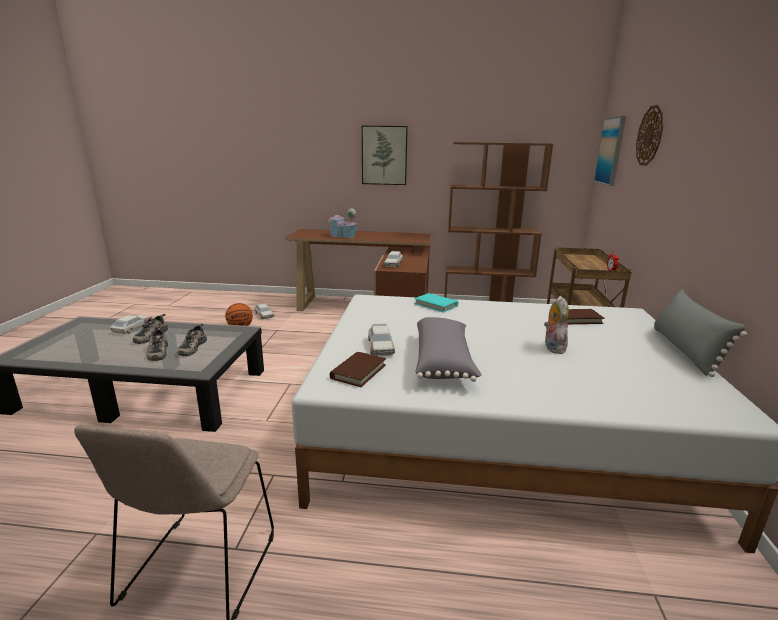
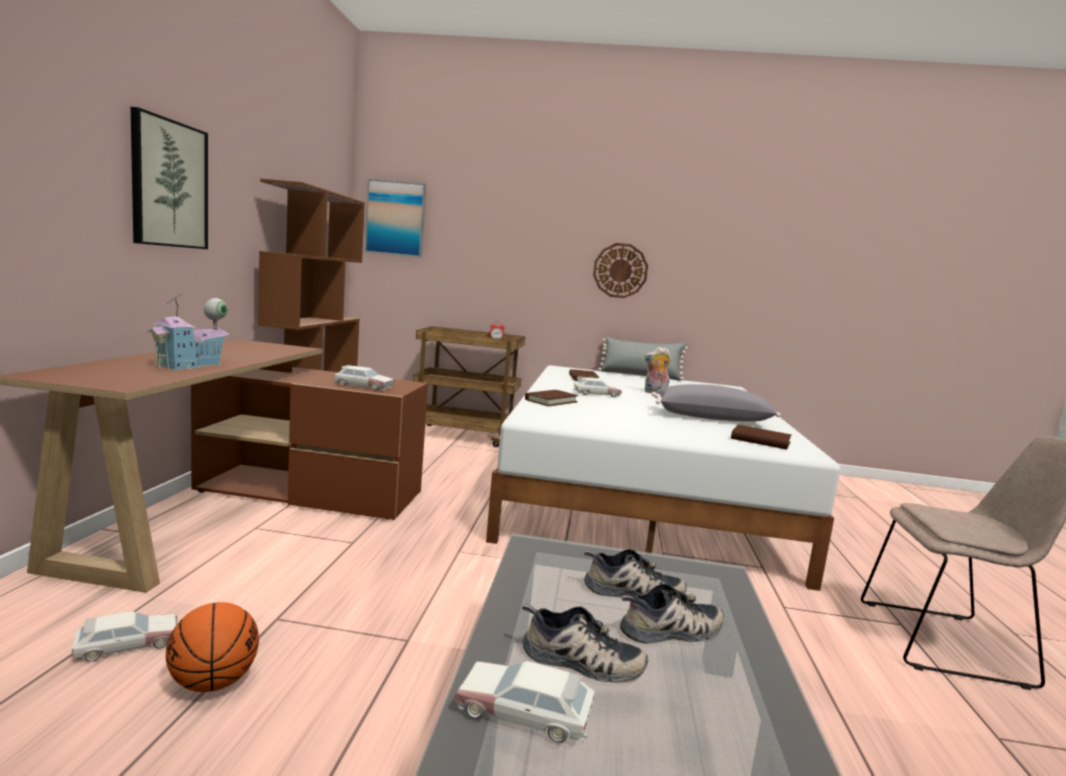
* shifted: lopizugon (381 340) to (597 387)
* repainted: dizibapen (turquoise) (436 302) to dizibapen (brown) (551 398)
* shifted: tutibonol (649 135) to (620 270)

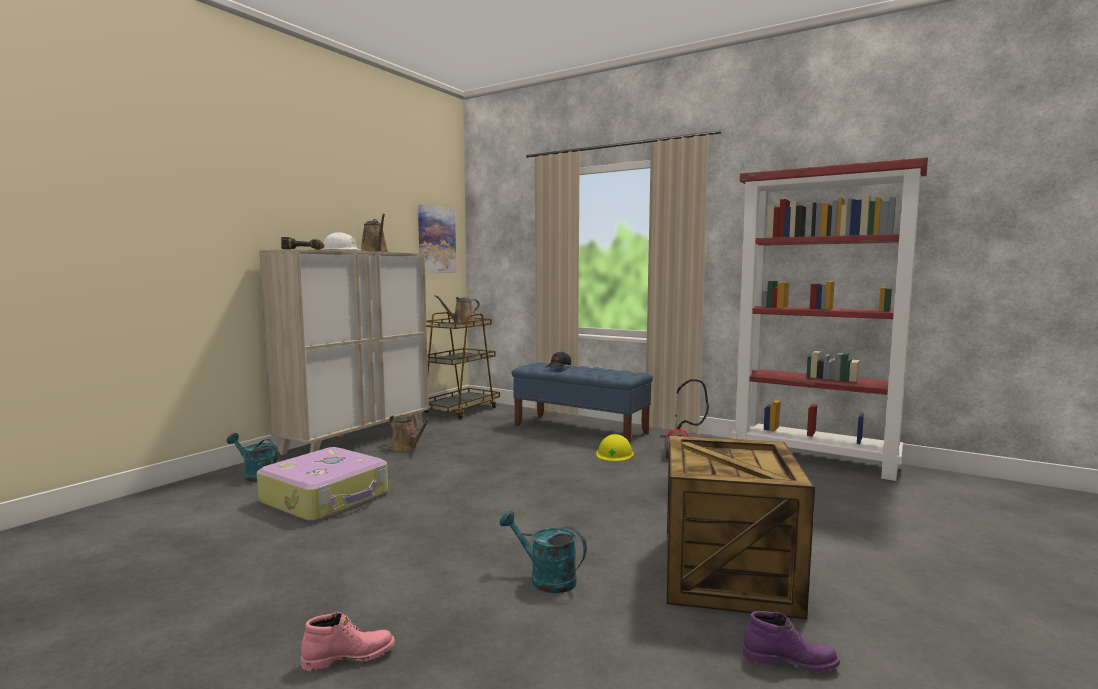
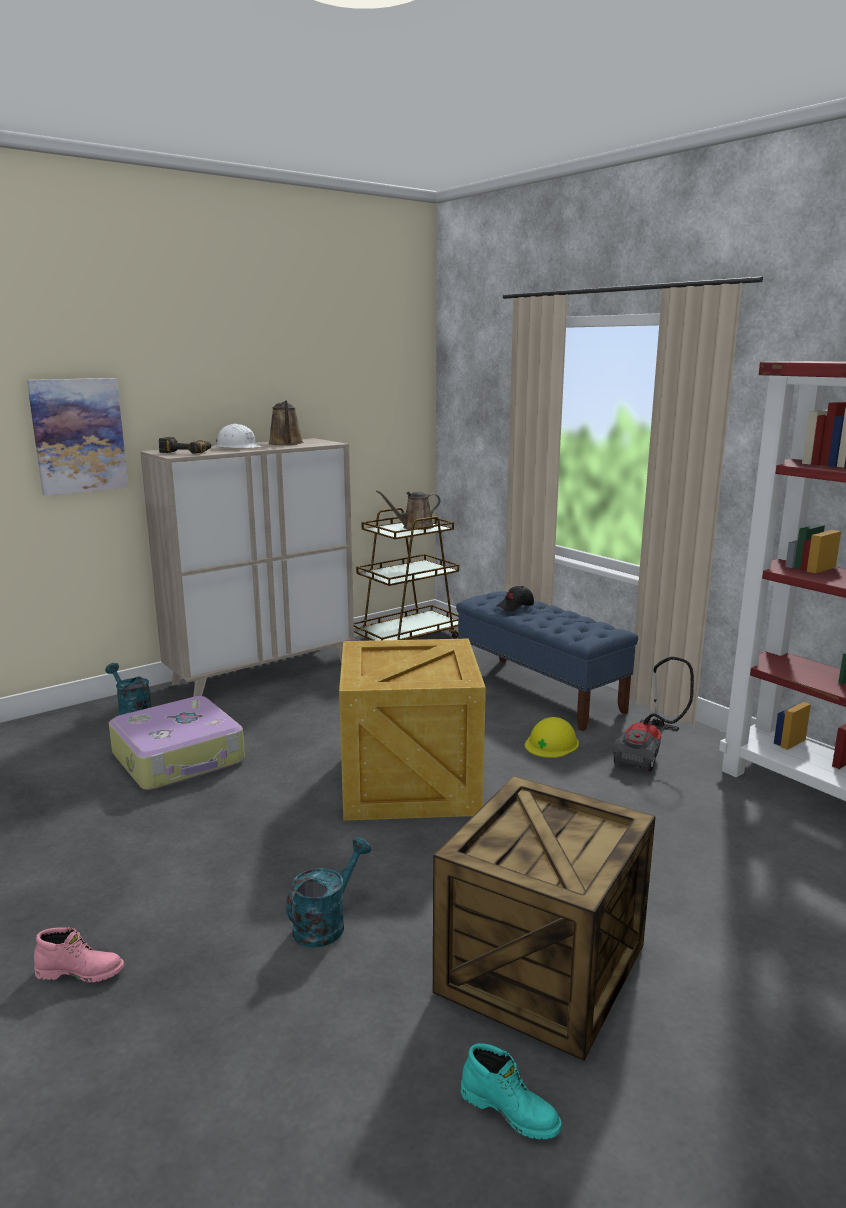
* gone: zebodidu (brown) (410 433)
* shifted: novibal (437 238) to (77 437)
* rotated: zebodidu (turquoise) (543 551) = (328 892) 75 degrees clockwise
* repainted: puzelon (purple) (791 641) to puzelon (turquoise) (511 1091)
* new: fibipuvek (412 730)

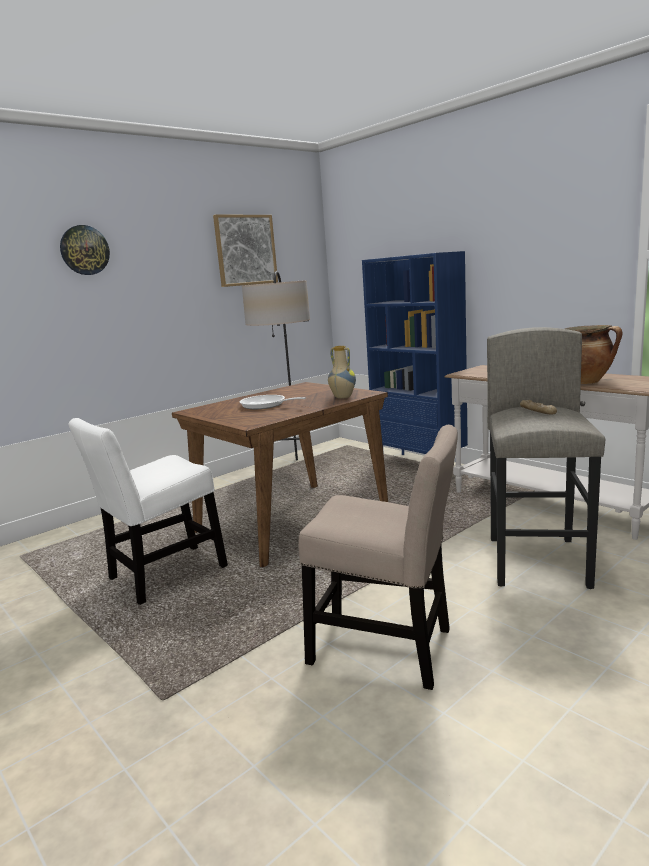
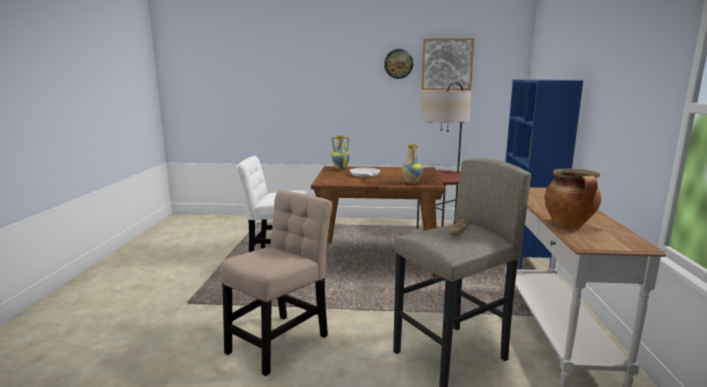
* shifted: tutibonol (85 250) to (398 64)
* rotated: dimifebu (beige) (378 557) = (276 283) 120 degrees counterclockwise
* new: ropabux (341 152)

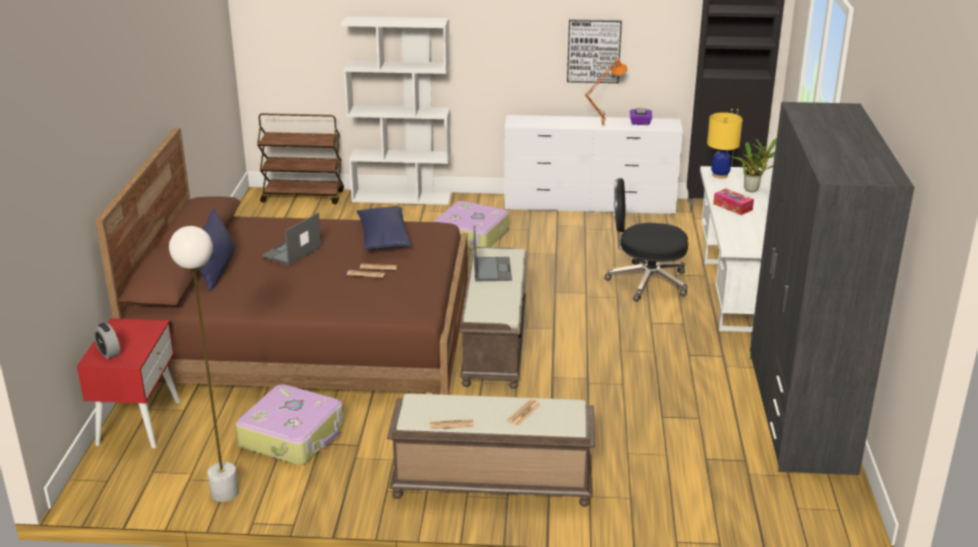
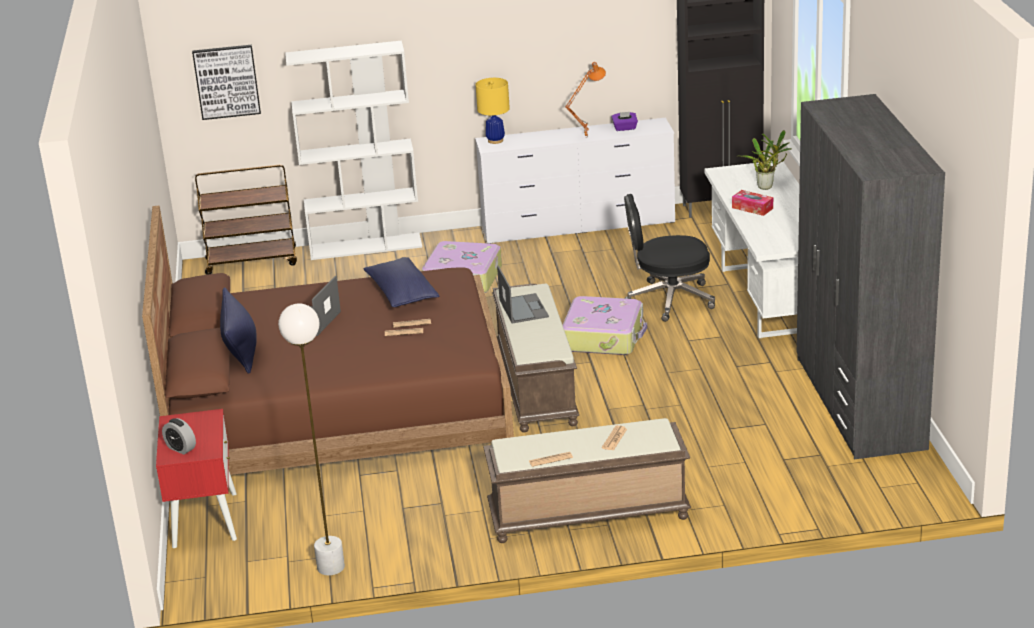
* shifted: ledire (289 424) to (605 325)
* shifted: novibal (594 51) to (226 82)
* shifted: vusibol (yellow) (725 145) to (493 111)

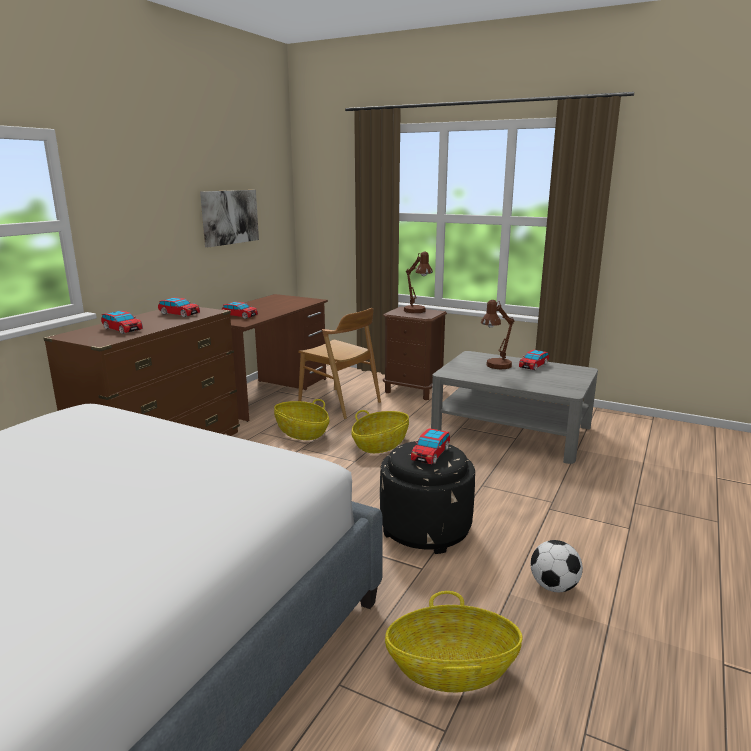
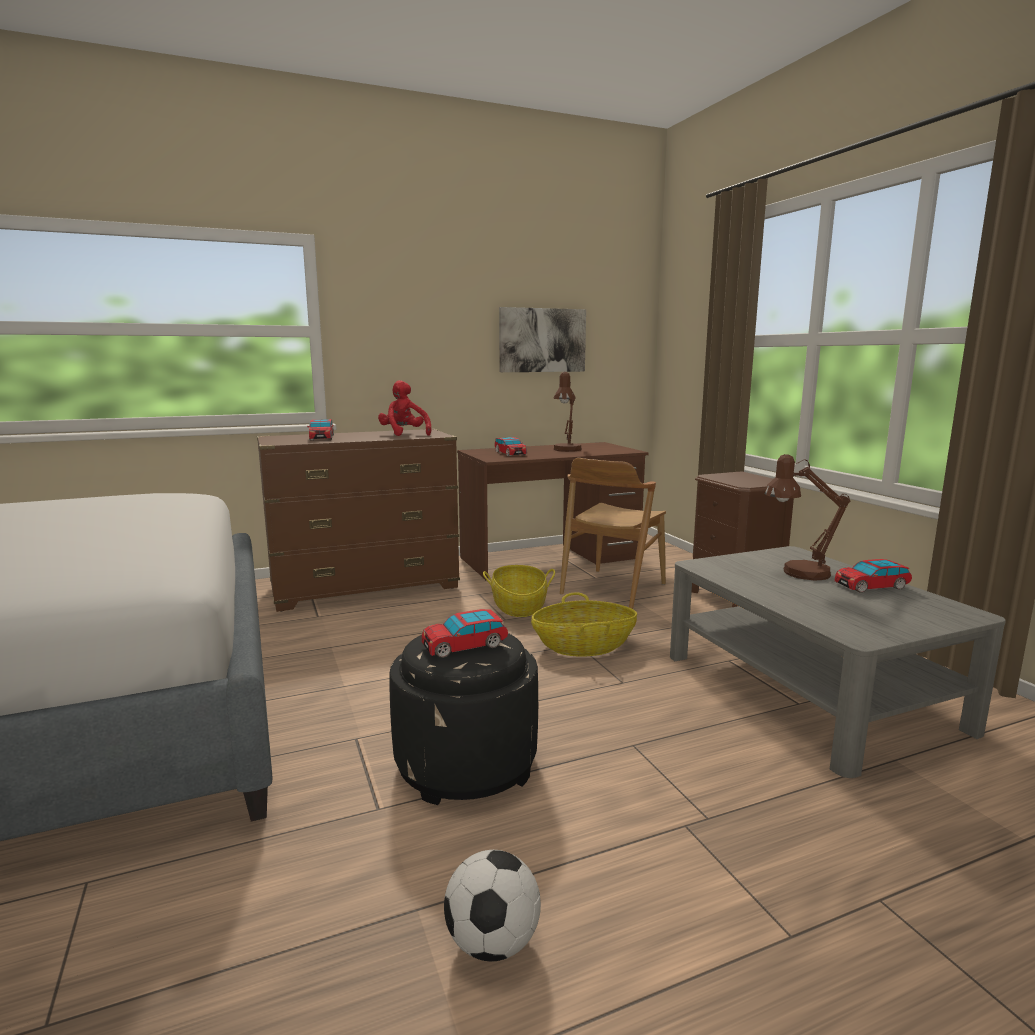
* swapped: lopizugon (179 307) to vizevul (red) (404 408)
* rotated: dimifebu (brown) (339 363) = (613 533) 45 degrees clockwise
* gone: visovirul (454 641)
* shifted: vusibol (brown) (418 282) to (567 412)

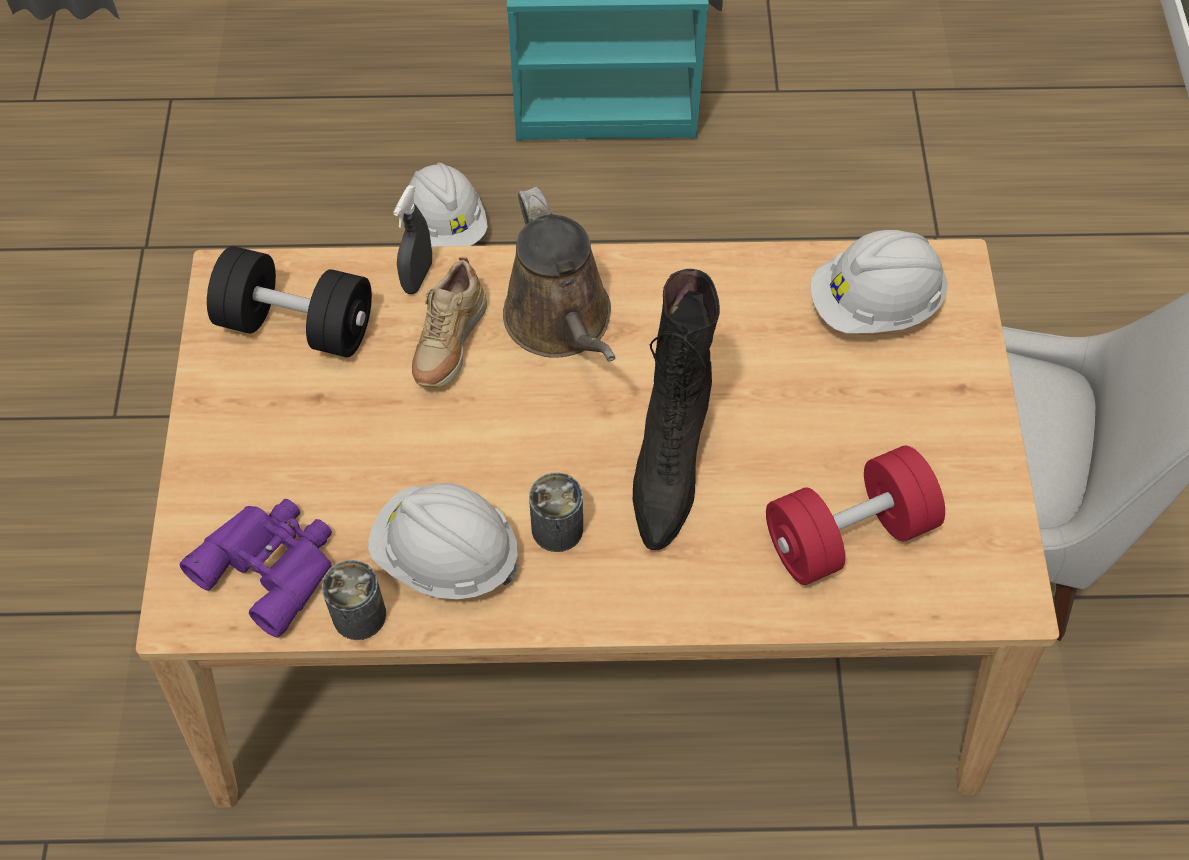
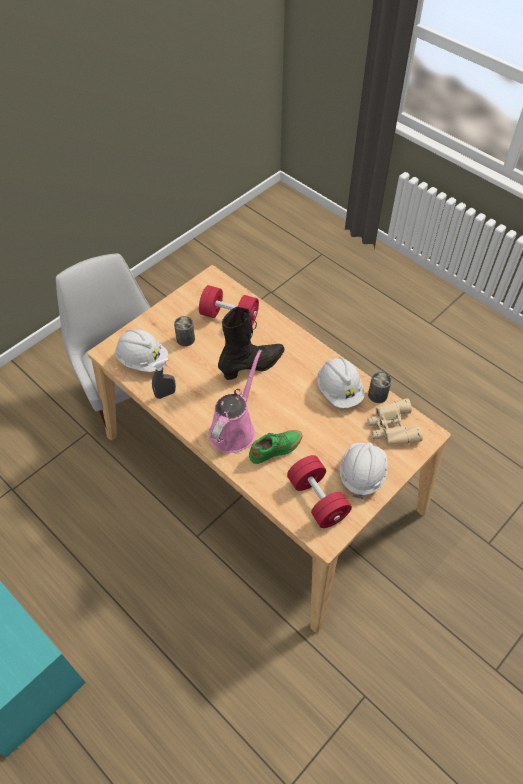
* repainted: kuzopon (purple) (256 568) to kuzopon (beige) (395 421)
* repainted: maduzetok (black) (289 301) to maduzetok (red) (319 491)
* shifted: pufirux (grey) (412 239) to (164 378)
* shifted: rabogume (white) (448 204) to (364 470)
* repainted: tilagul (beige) (449 322) to tilagul (green) (276 447)
* repainted: zebodidu (brown) (559 274) to zebodidu (pink) (235 401)
* shifted: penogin (556 512) to (184 331)

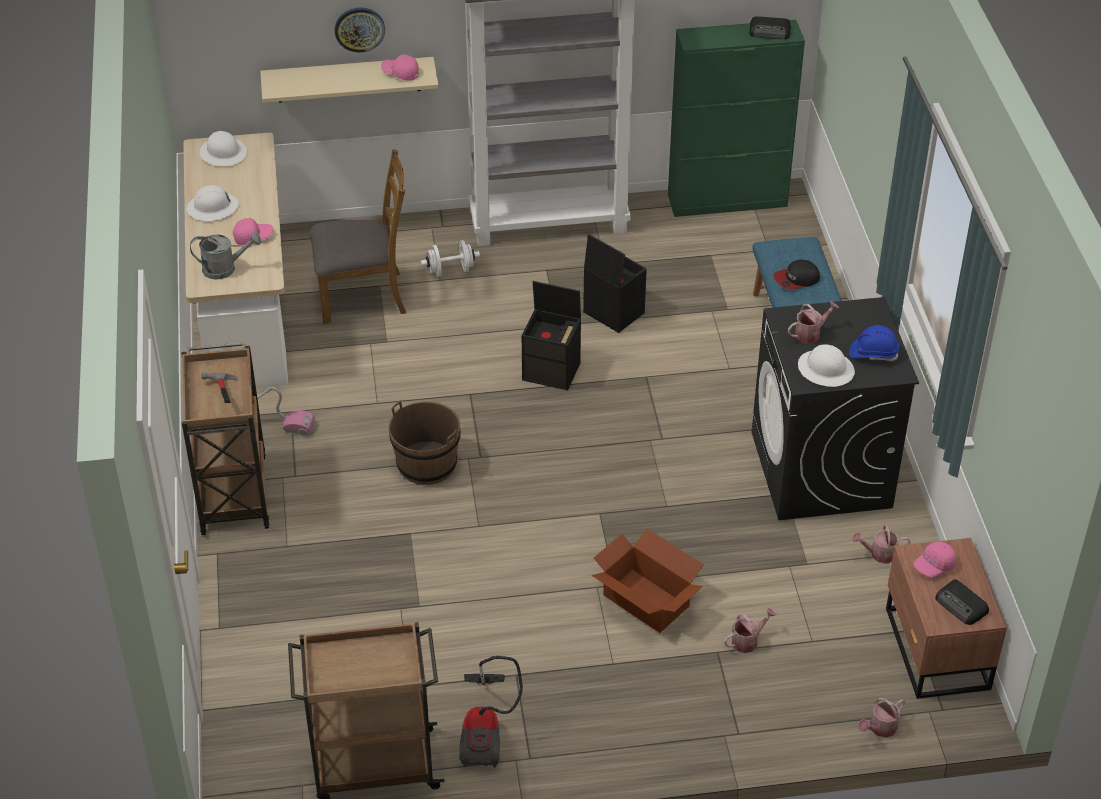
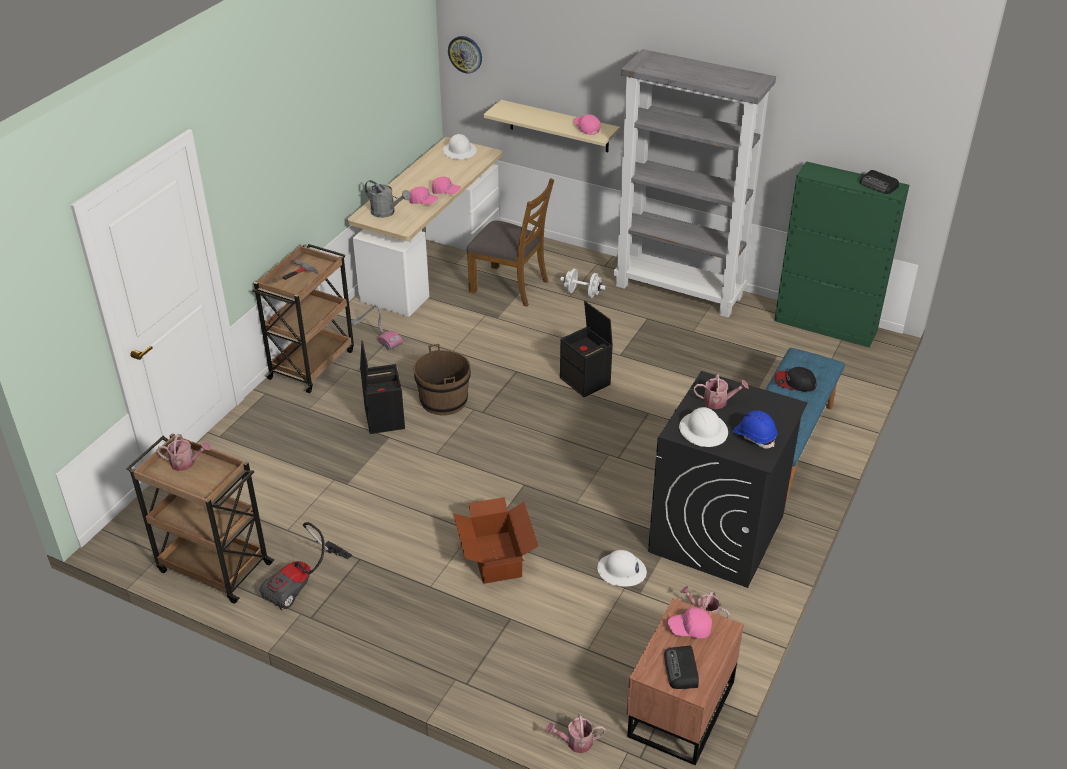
* shifted: rabogume (white) (212 203) to (622 568)
* shifted: tutibonol (360 30) to (465 54)
* shifted: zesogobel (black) (615 283) to (382 387)
* shifted: zebodidu (750 630) to (183 452)
* new: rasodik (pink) (446 185)

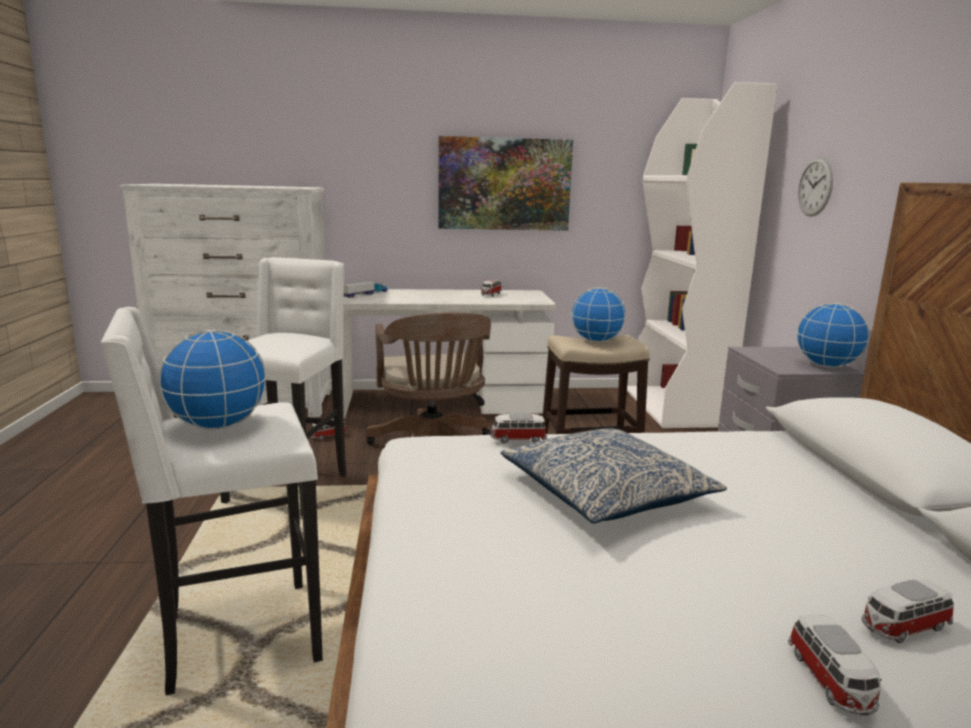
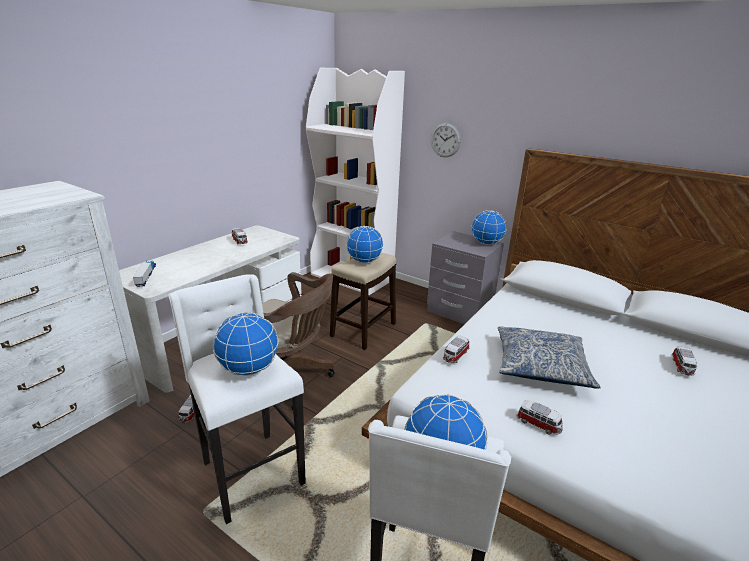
* gone: novibal (505 183)
* shifted: lopizugon (835 665) to (540 417)
* new: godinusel (246 344)

